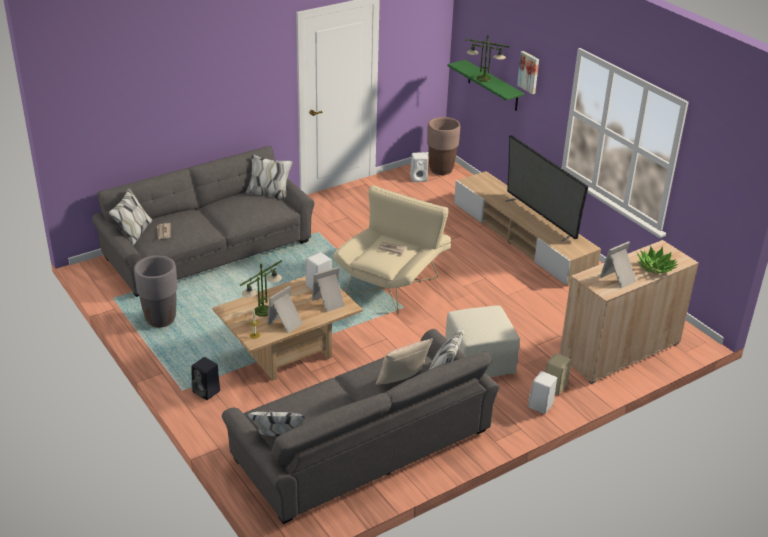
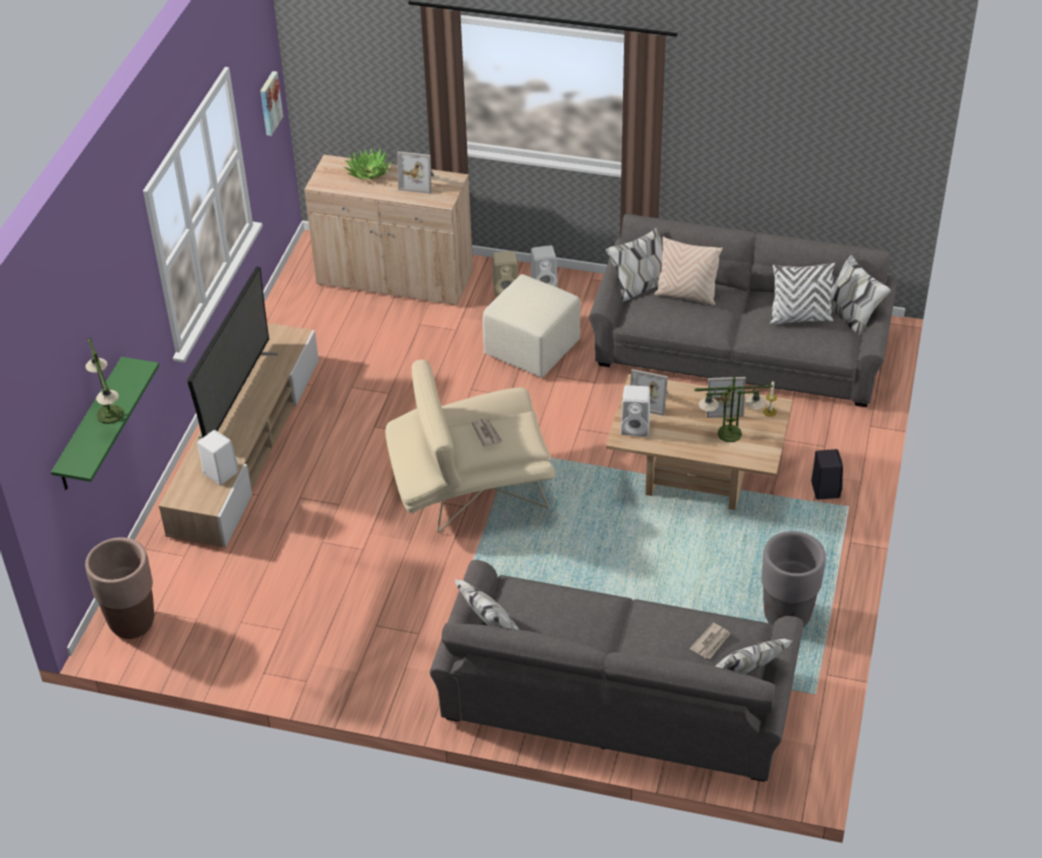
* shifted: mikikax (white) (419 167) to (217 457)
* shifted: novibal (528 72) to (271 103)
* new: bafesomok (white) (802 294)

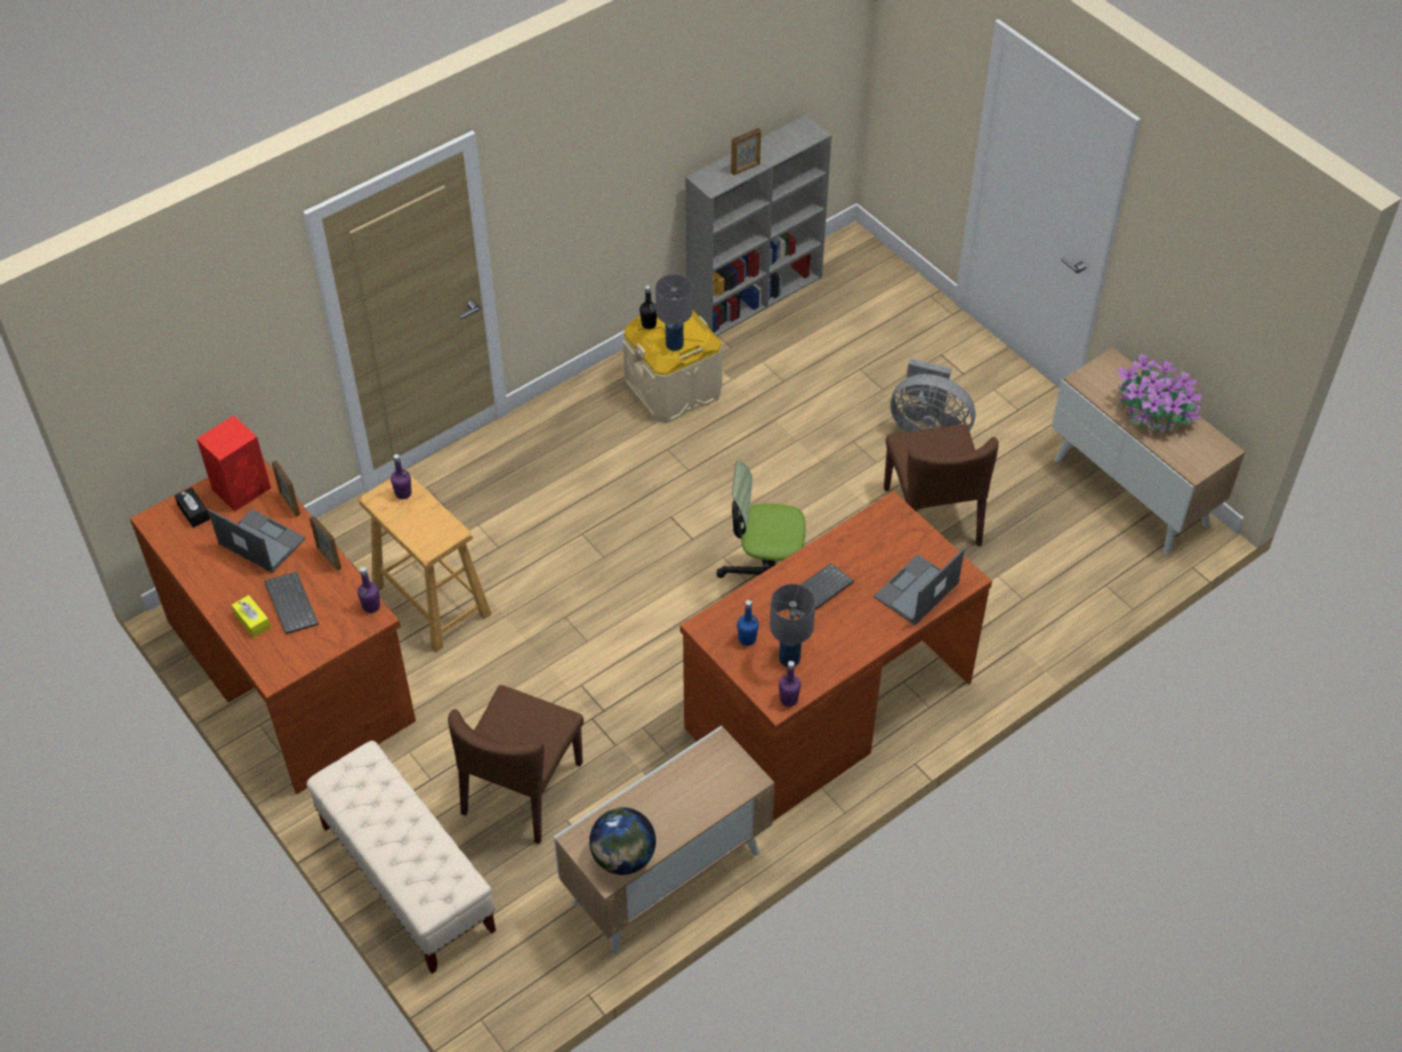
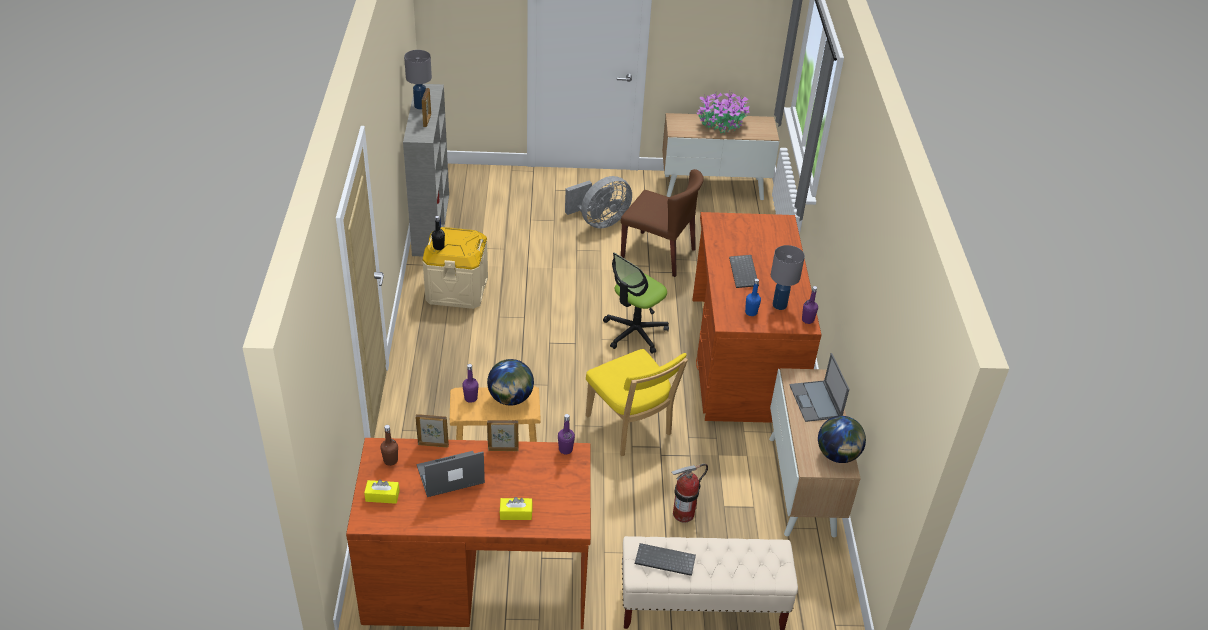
* repainted: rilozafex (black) (192 507) to rilozafex (yellow) (382 492)
* swapped: mikikax (red) (234 463) to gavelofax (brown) (389 445)
* shifted: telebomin (291 602) to (665 559)
* swapped: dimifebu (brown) (516 764) to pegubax (690 493)
* shifted: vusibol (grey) (673 312) to (418 80)
* shifted: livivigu (919 587) to (819 387)
* new: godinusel (510 382)
* new: dimifebu (yellow) (637 402)

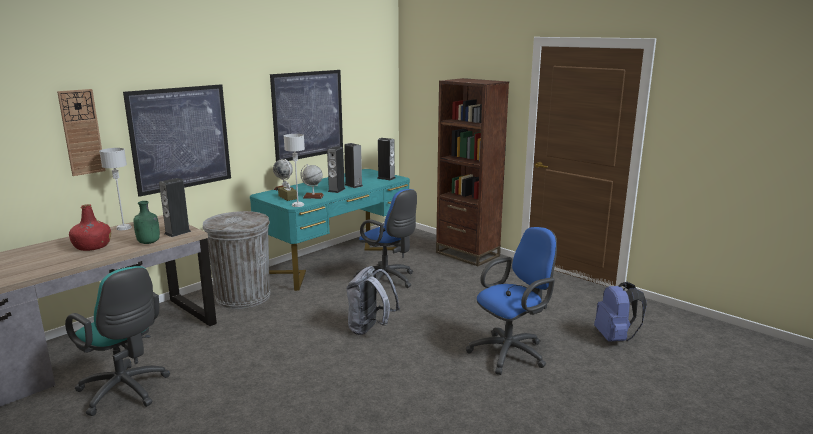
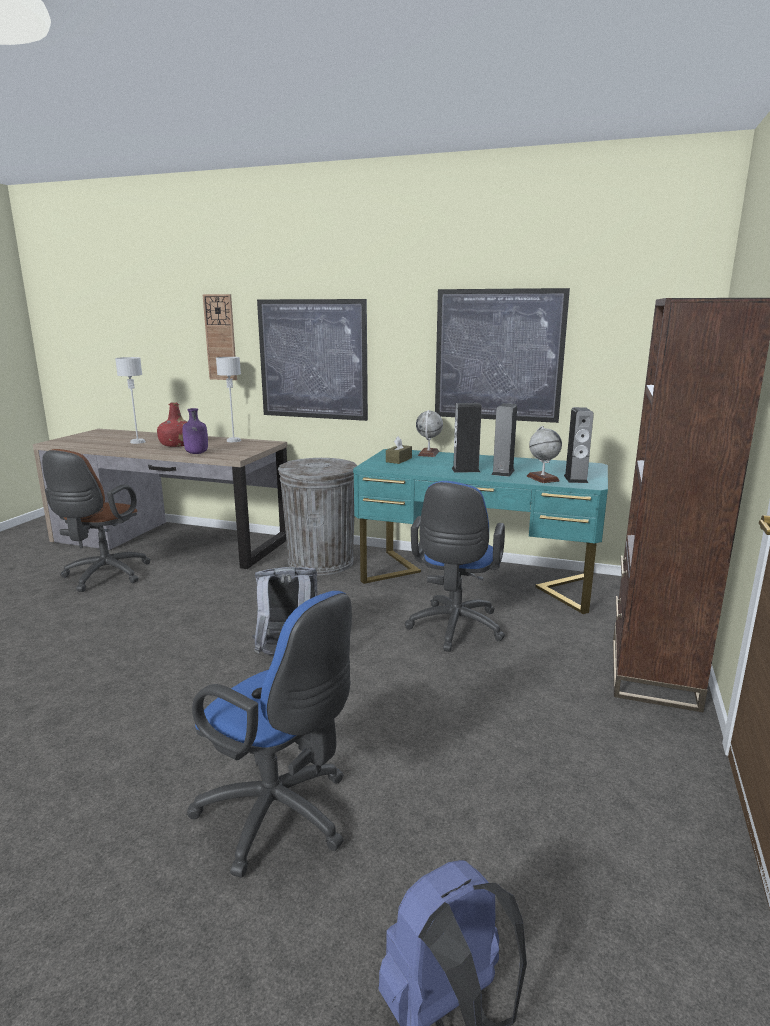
* repainted: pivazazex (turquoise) (117 341) to pivazazex (brown) (96 520)
* repainted: gavelofax (green) (146 222) to gavelofax (purple) (195 431)
* gone: mikikax (175 207)
* shifted: vusibol (grey) (294 170) to (130 400)
* shifted: godinusel (312 181) to (544 454)

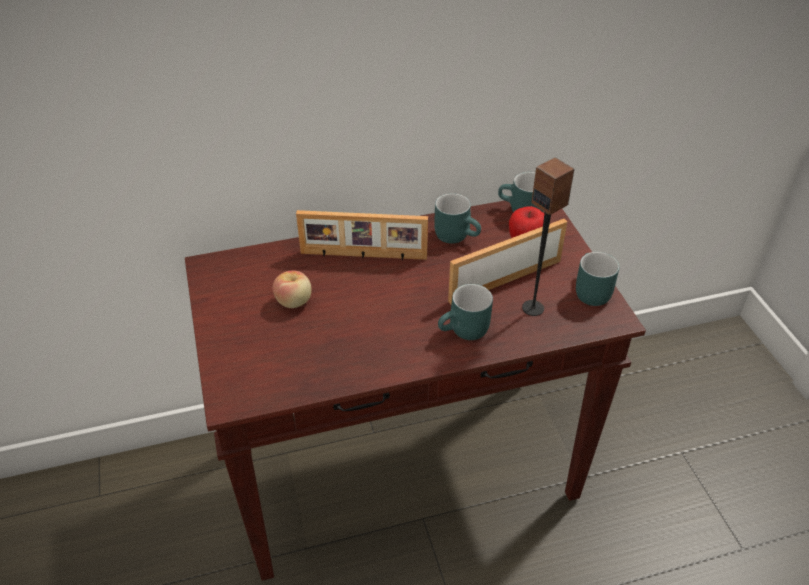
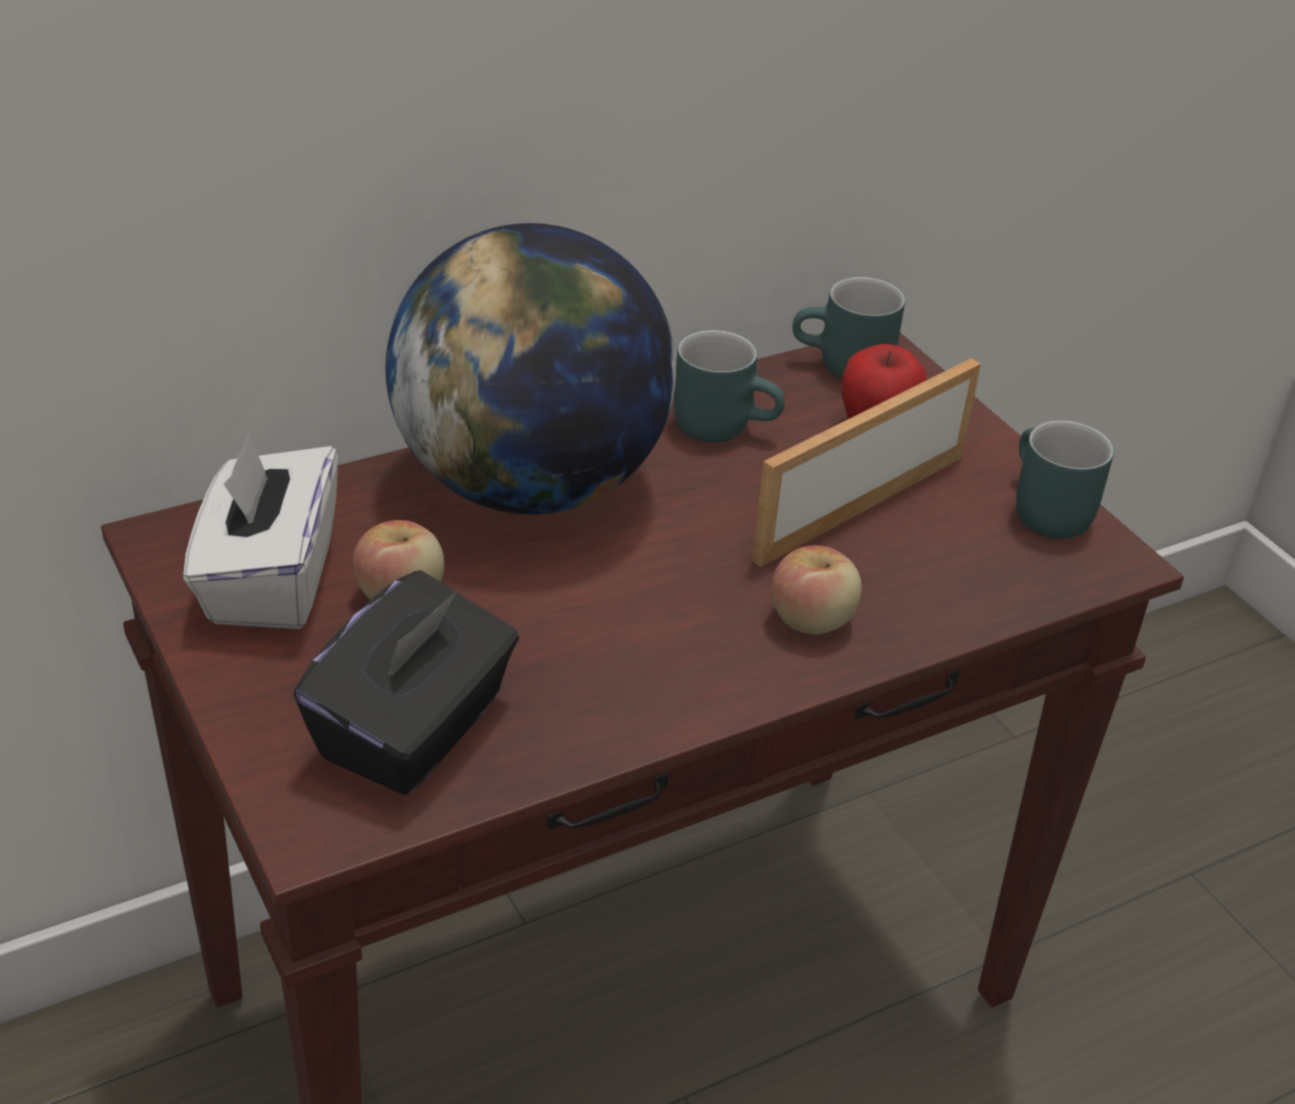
* swapped: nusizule (362 235) to godinusel (531 369)
* swapped: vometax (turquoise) (465 312) to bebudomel (816 589)
* gone: mikikax (548 236)
* new: rilozafex (white) (260 531)
* new: rilozafex (black) (406 682)

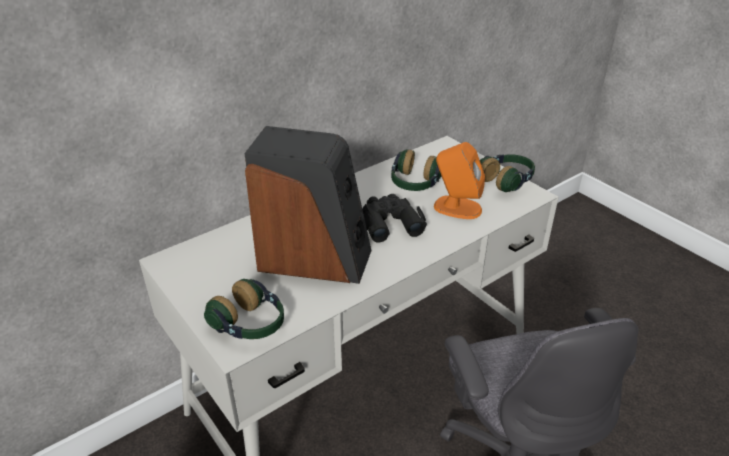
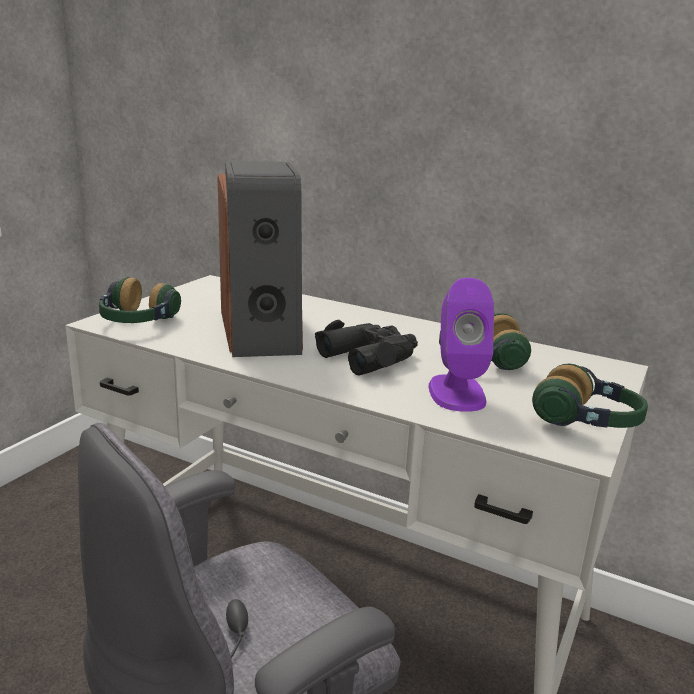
* repainted: mikikax (orange) (459 180) to mikikax (purple) (461 345)

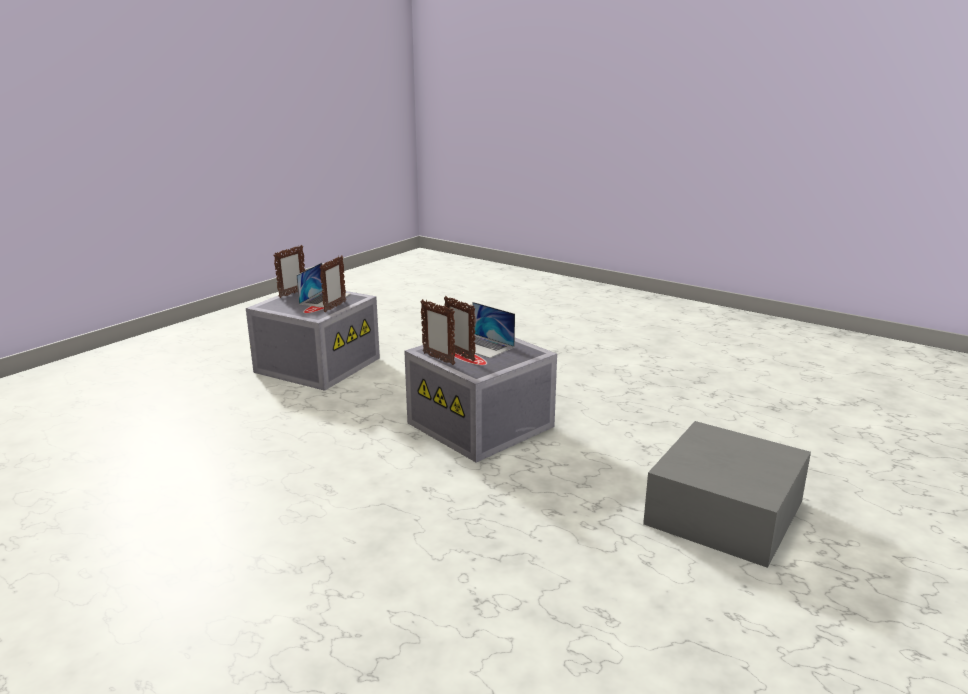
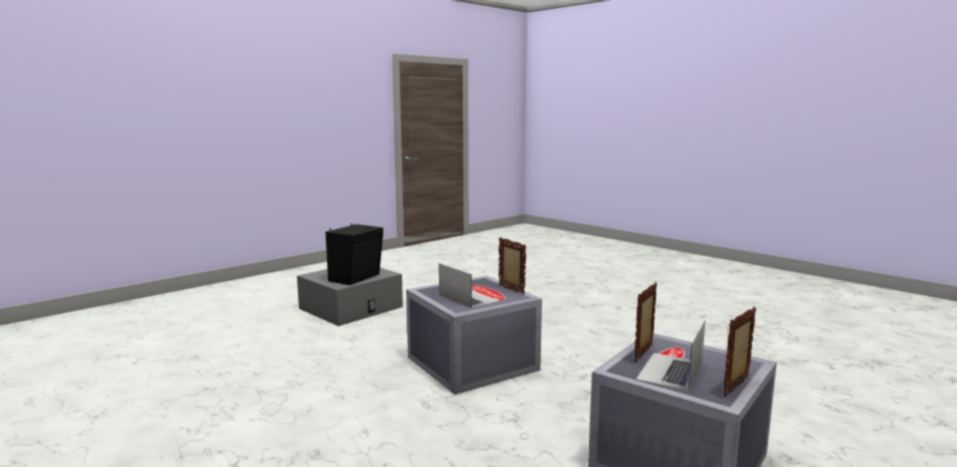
* gone: nusizule (460 328)
* new: mikikax (black) (354 254)

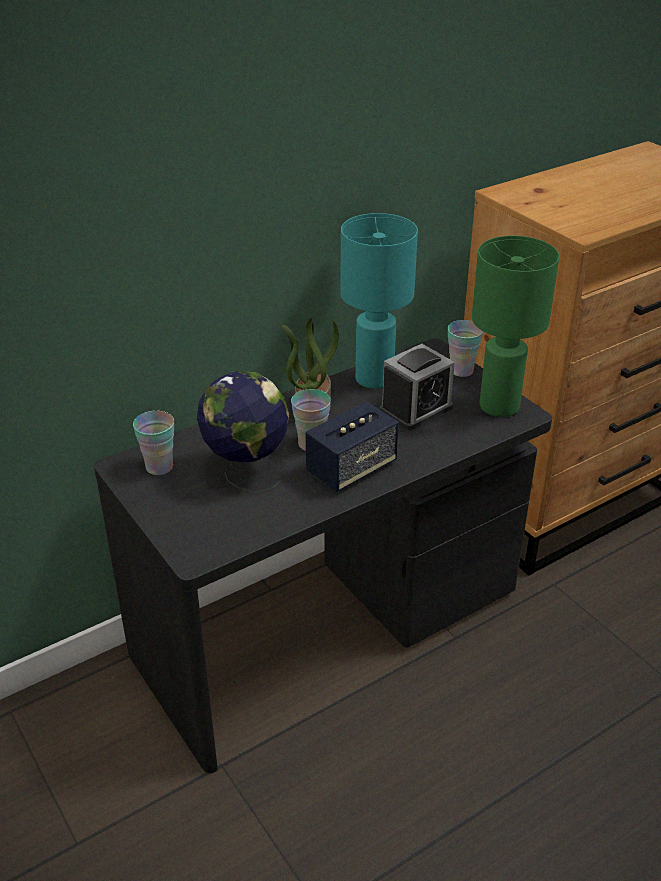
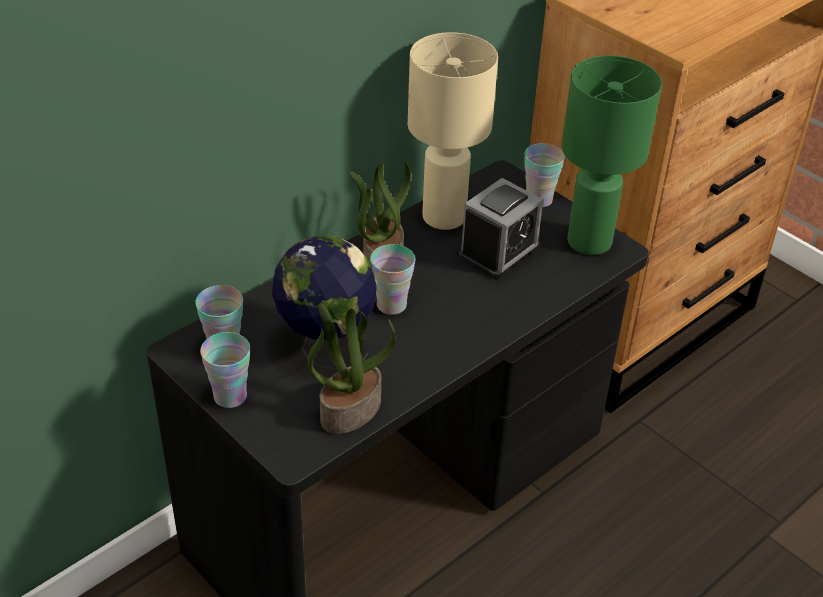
* gone: mikikax (352 446)
* repainted: vusibol (turquoise) (379 301) to vusibol (beige) (453 131)
* new: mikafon (225 370)
* new: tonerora (351 368)

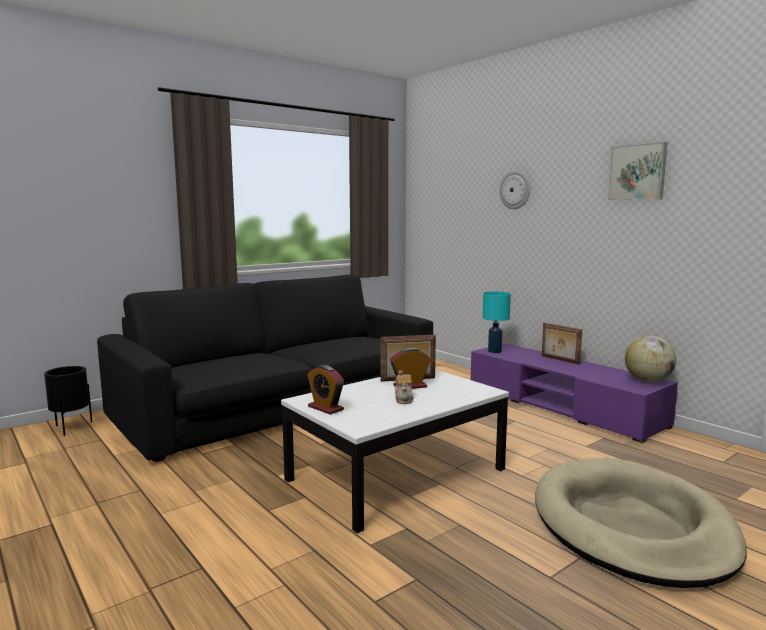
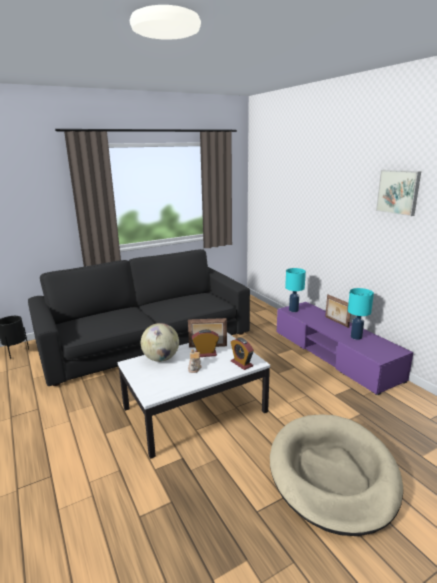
* shifted: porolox (325 390) to (242 354)
* gone: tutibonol (515 190)
* shifted: godinusel (650 358) to (160 342)
* new: vusibol (turquoise) (361 314)

